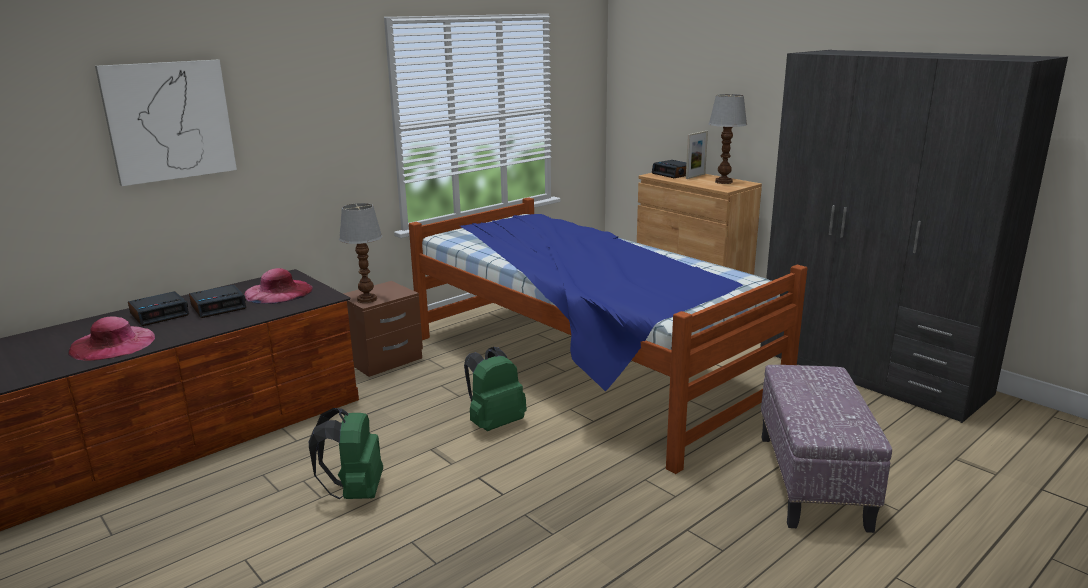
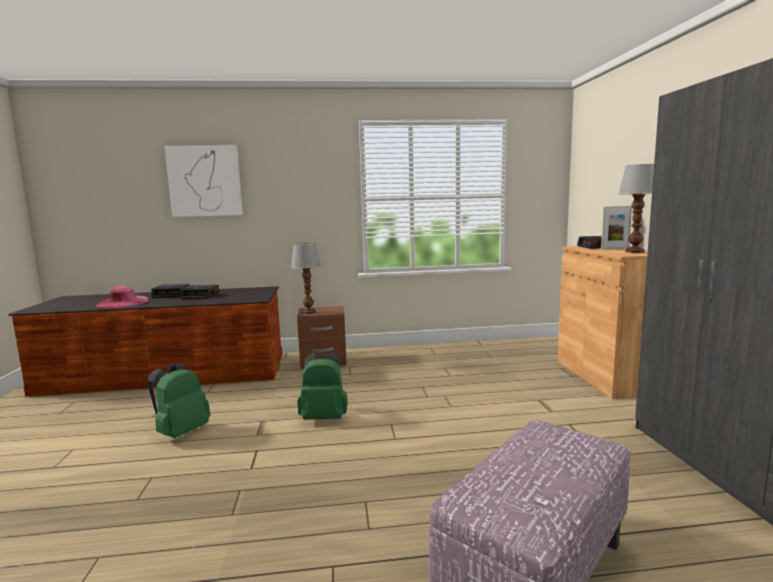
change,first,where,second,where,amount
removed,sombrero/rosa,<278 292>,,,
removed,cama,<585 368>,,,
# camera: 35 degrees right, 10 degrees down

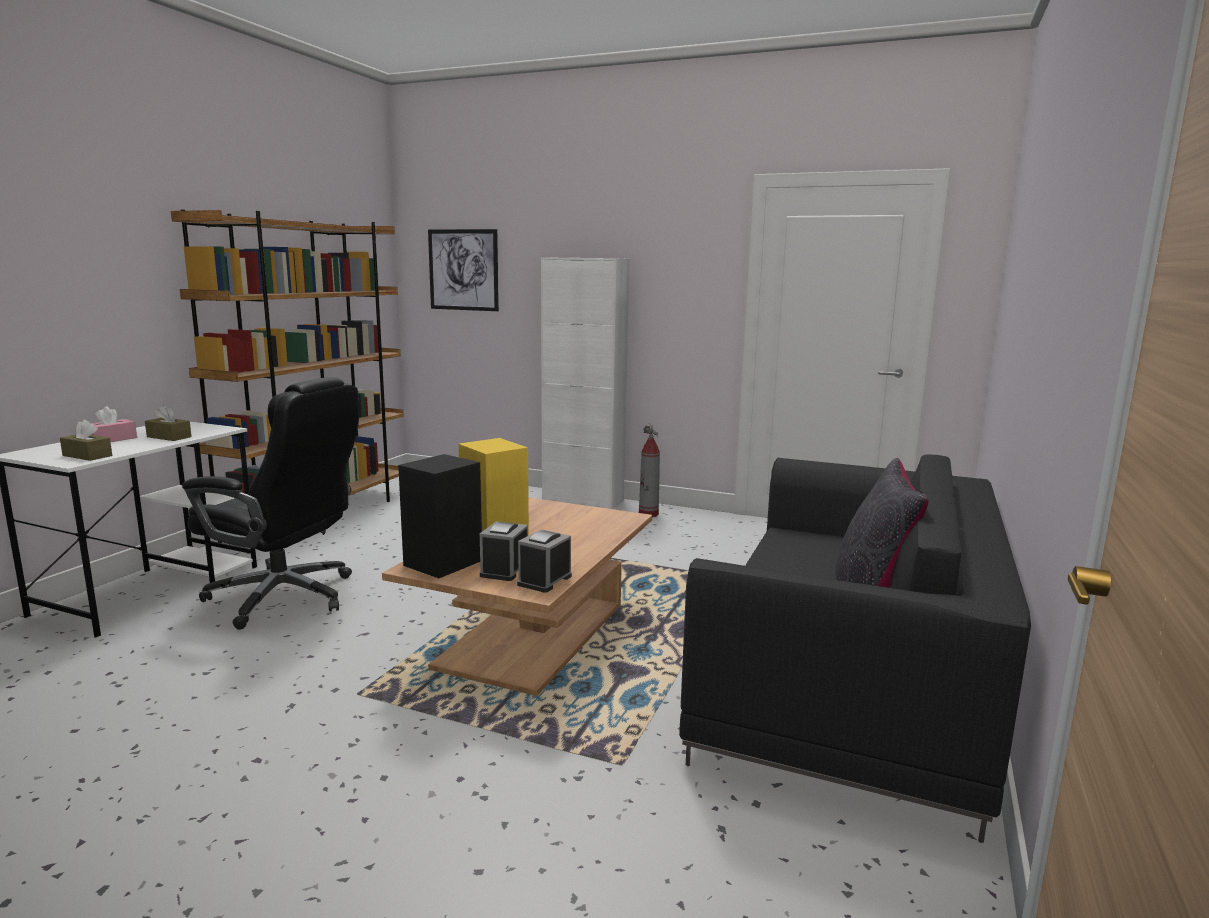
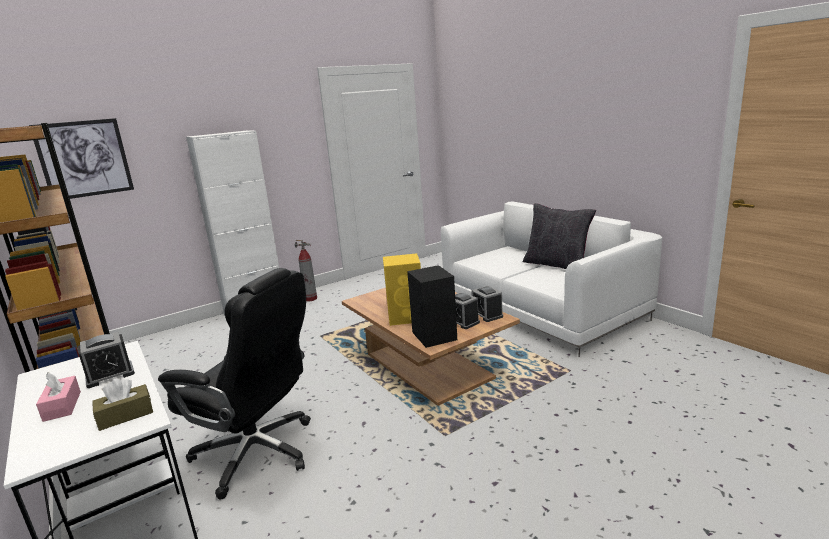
change,first,where,second,where,amount
replaced,caja de pañuelos/marrón,<169 437>,despertador,<110 375>,
turned,silla de oficina/negro,<285 597>,,<257 453>,60 degrees clockwise
recoloured,sofá/negro,<850 683>,sofá/blanco,<541 308>,
# camera: 55 degrees left, 5 degrees up

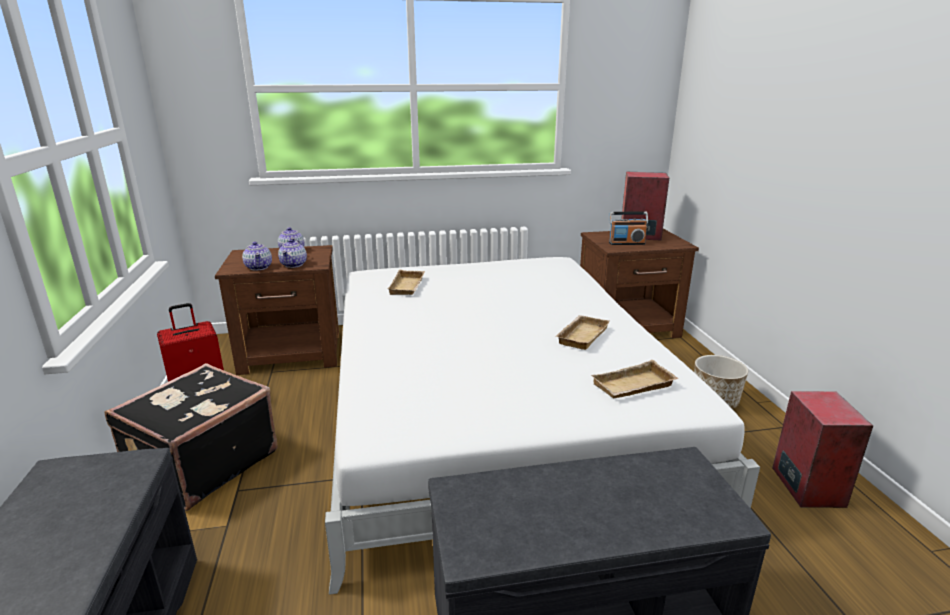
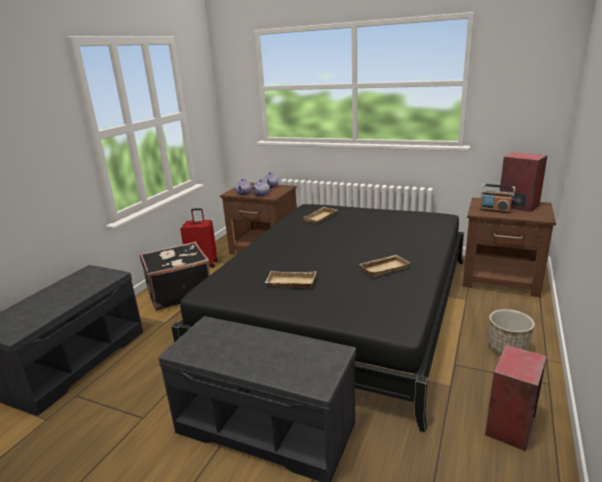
change,first,where,second,where,amount
recoloured,cama/blanco,<493 407>,cama/negro,<342 306>,
moved,bandeja/beis,<633 387>,,<290 283>,
# camera: 35 degrees right, 0 degrees up

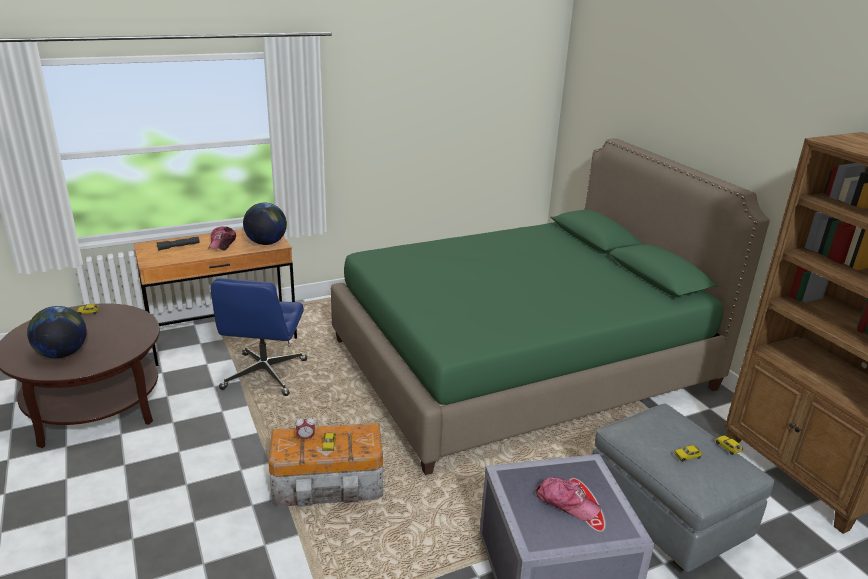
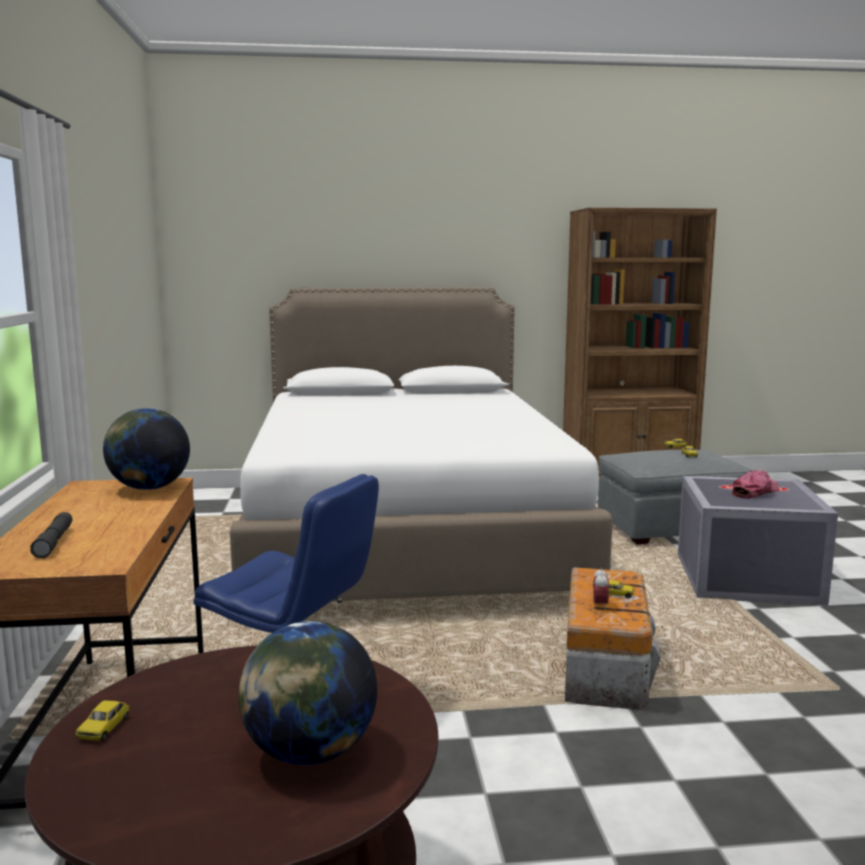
change,first,where,second,where,amount
removed,gorra,<222 243>,,,
recoloured,cama/verde,<520 364>,cama/blanco,<406 536>,
# camera: 70 degrees left, 15 degrees down

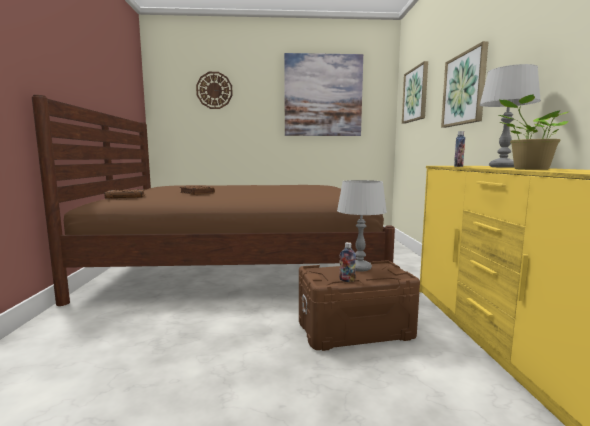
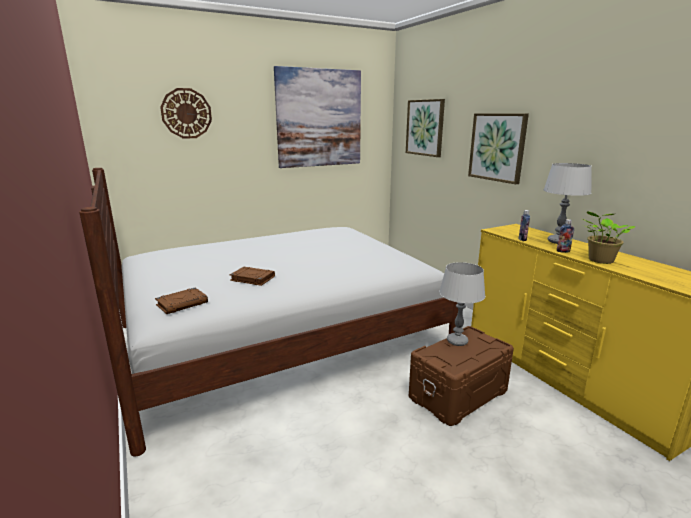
change,first,where,second,where,amount
recoloured,cama/marrón,<241 264>,cama/blanco,<281 337>,
moved,botella,<347 280>,,<563 251>,
# camera: 25 degrees left, 10 degrees up

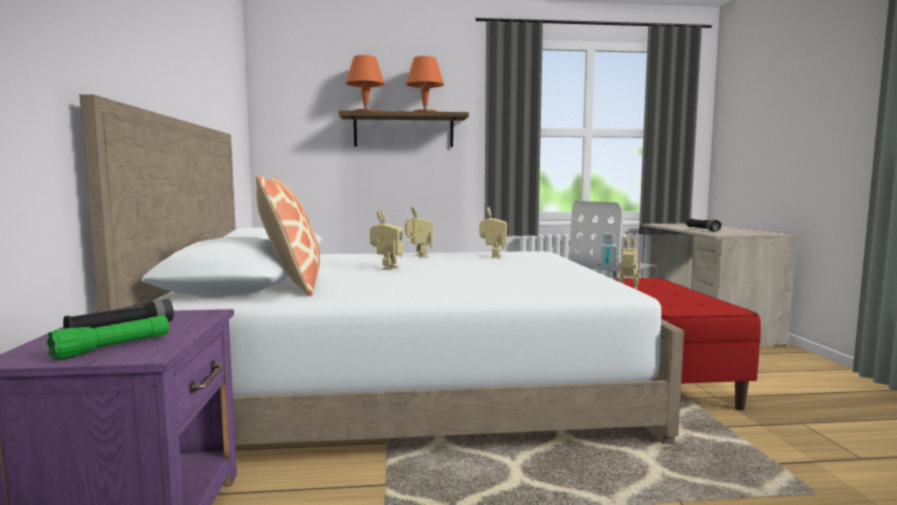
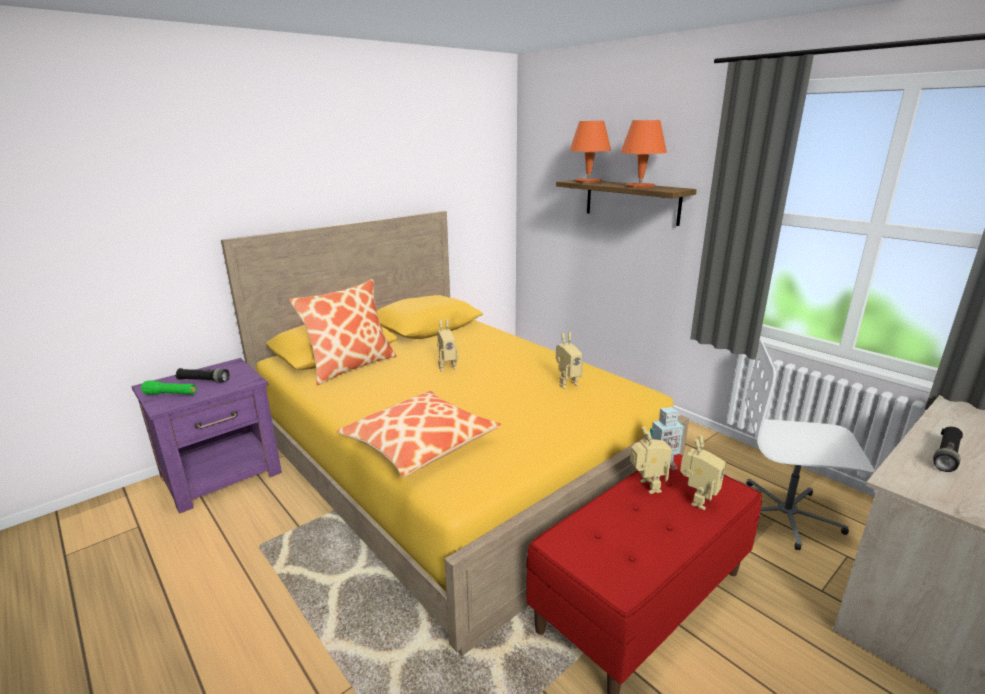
change,first,where,second,where,amount
recoloured,cama/blanco,<403 385>,cama/amarillo,<453 464>,
moved,robot de juguete,<419 256>,,<697 500>,
added,,,cojín,<420 443>,
# camera: 55 degrees right, 15 degrees up

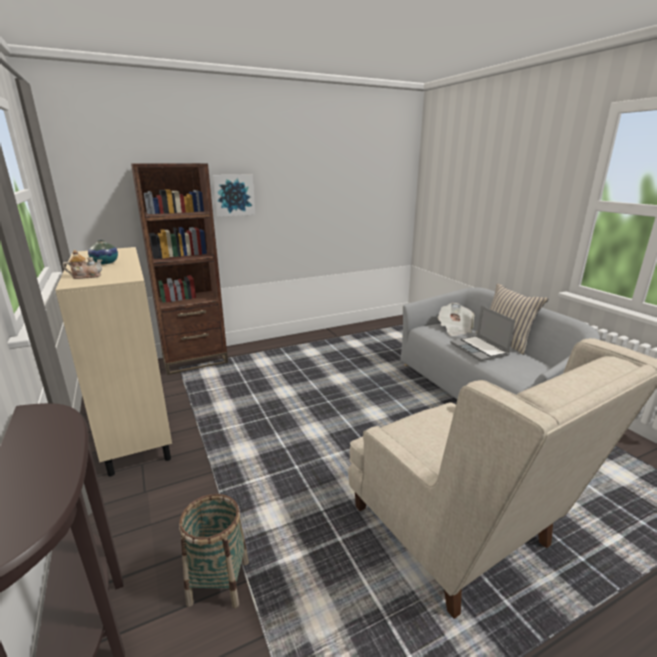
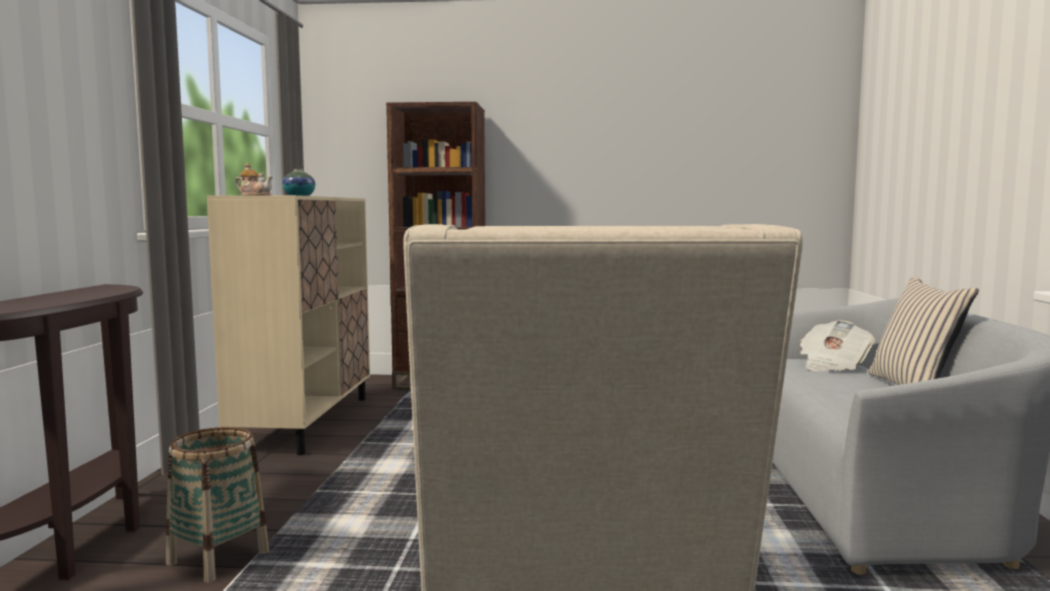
change,first,where,second,where,amount
removed,cuadro,<233 195>,,,
removed,portátil,<480 349>,,,
# camera: 30 degrees right, 15 degrees down

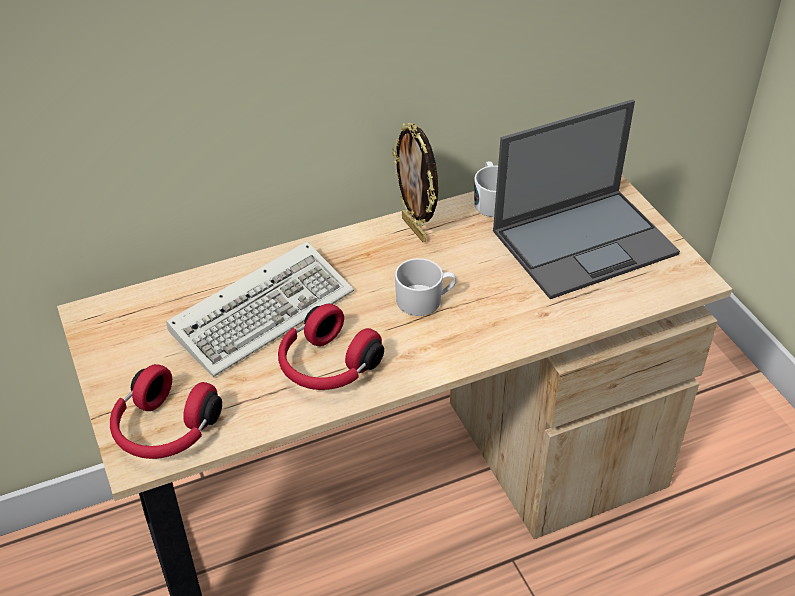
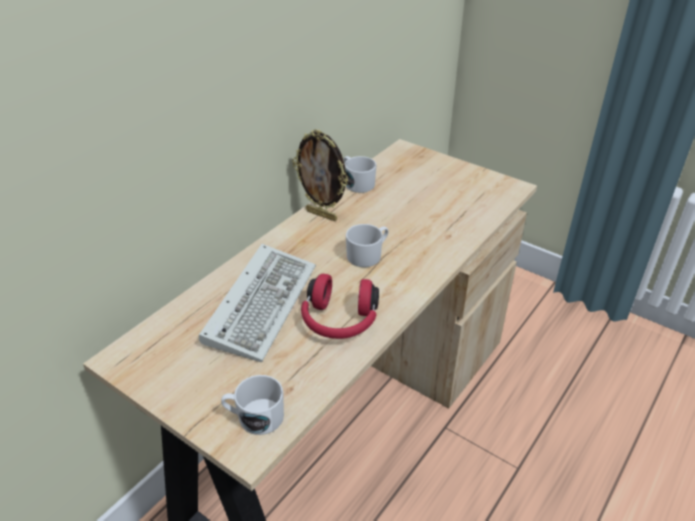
change,first,where,second,where,amount
replaced,auriculares/rojo,<164 431>,taza grande/blanco,<255 417>,
removed,portátil,<585 241>,,,
# camera: 30 degrees left, 5 degrees down

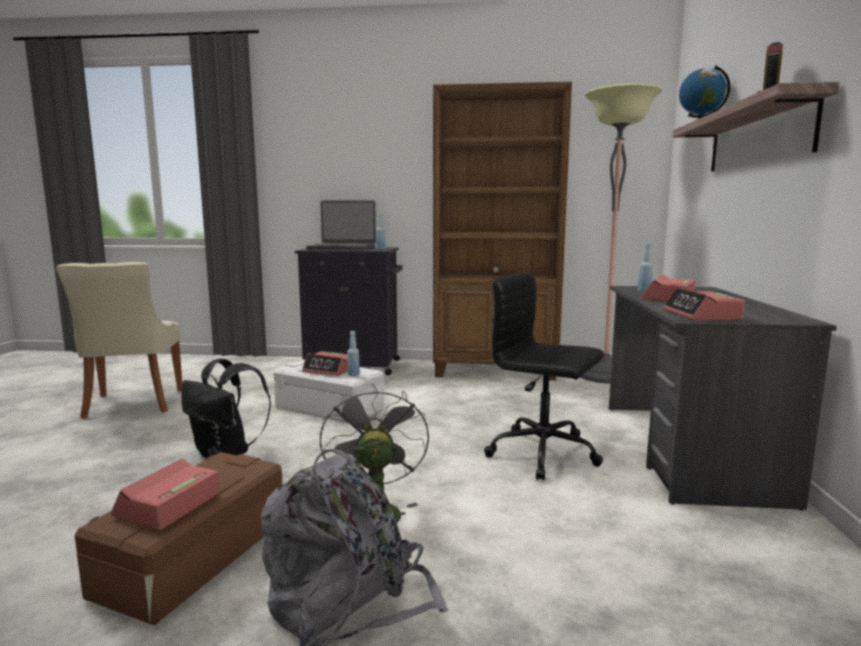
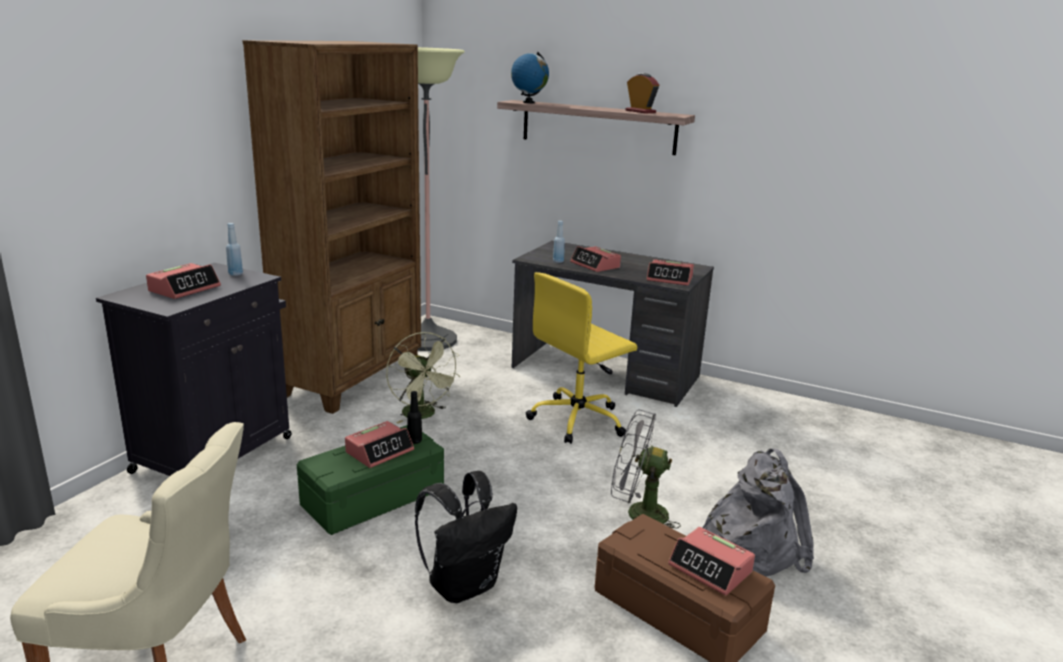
change,first,where,second,where,amount
recoloured,caja de almacenaje/blanco,<330 408>,caja de almacenaje/verde,<373 497>,
replaced,portátil,<342 248>,despertador,<185 289>,
recoloured,botella/azul,<353 375>,botella/negro,<414 441>,
recoloured,silla de oficina/negro,<545 453>,silla de oficina/amarillo,<578 420>,
added,,,ventilador/verde,<423 415>,
# camera: 70 degrees left, 10 degrees up

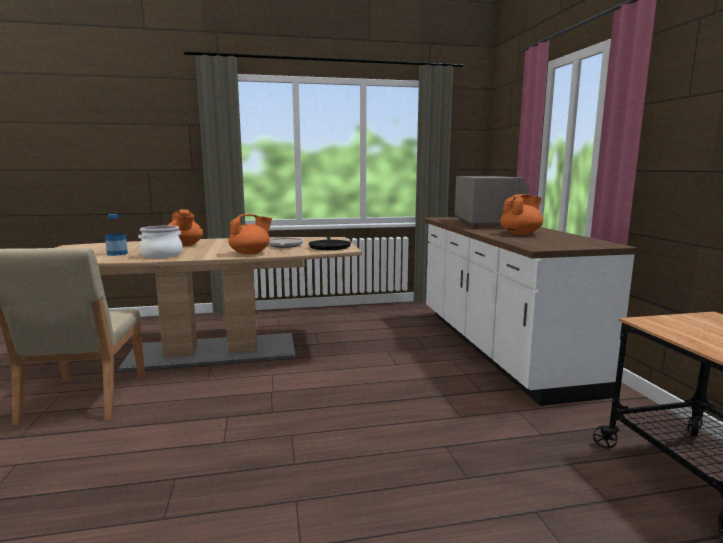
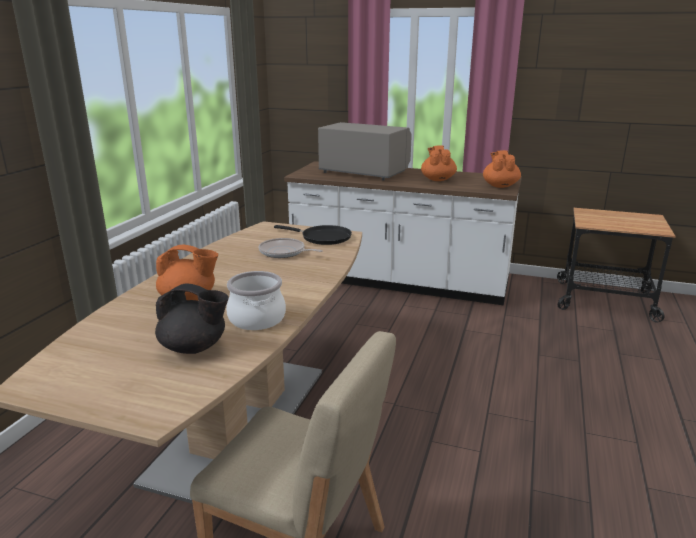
change,first,where,second,where,amount
replaced,botella,<117 254>,tetera/negro,<194 347>,
moved,tetera/naranja,<250 253>,,<500 186>,
# camera: 60 degrees left, 10 degrees up

